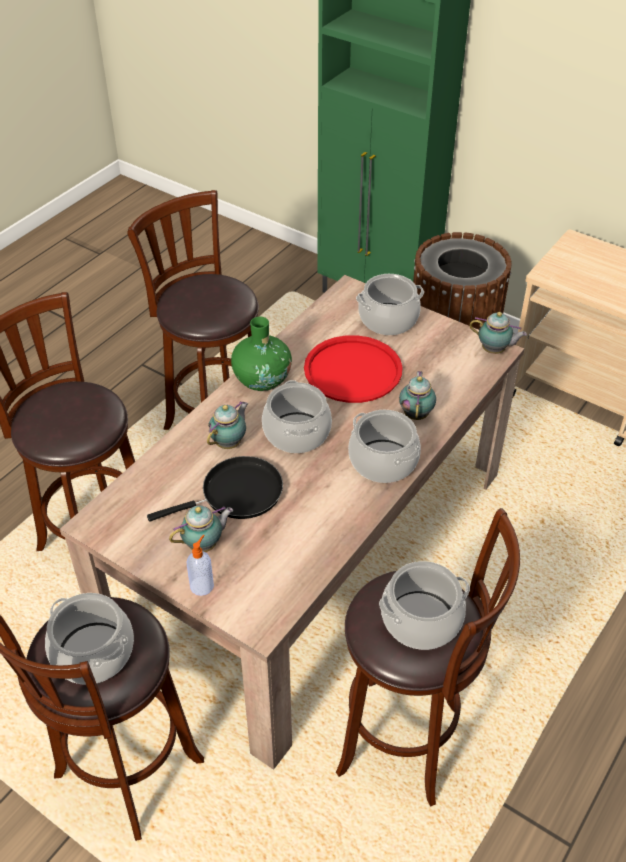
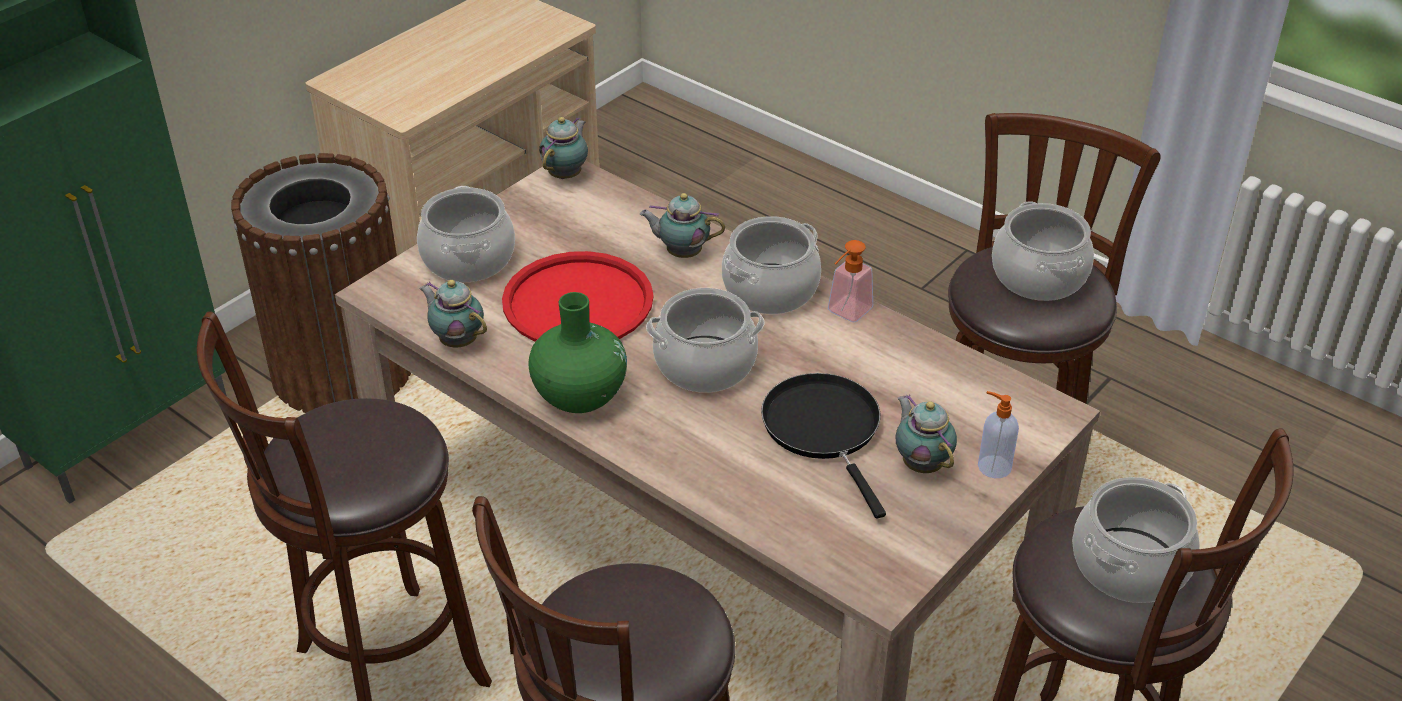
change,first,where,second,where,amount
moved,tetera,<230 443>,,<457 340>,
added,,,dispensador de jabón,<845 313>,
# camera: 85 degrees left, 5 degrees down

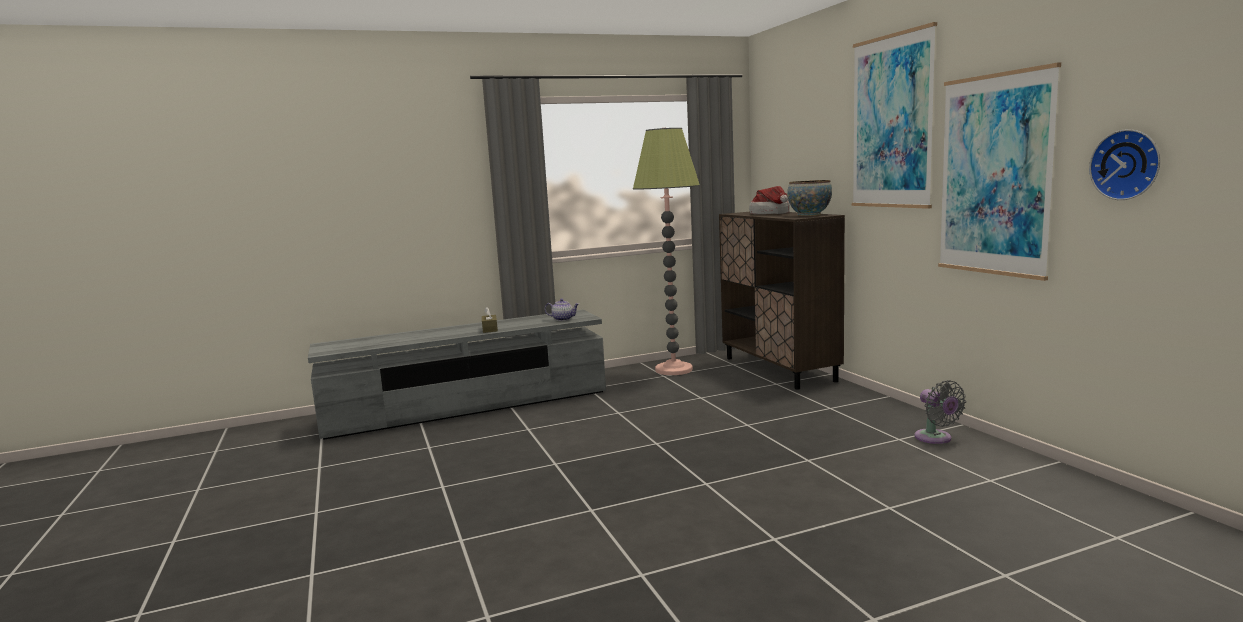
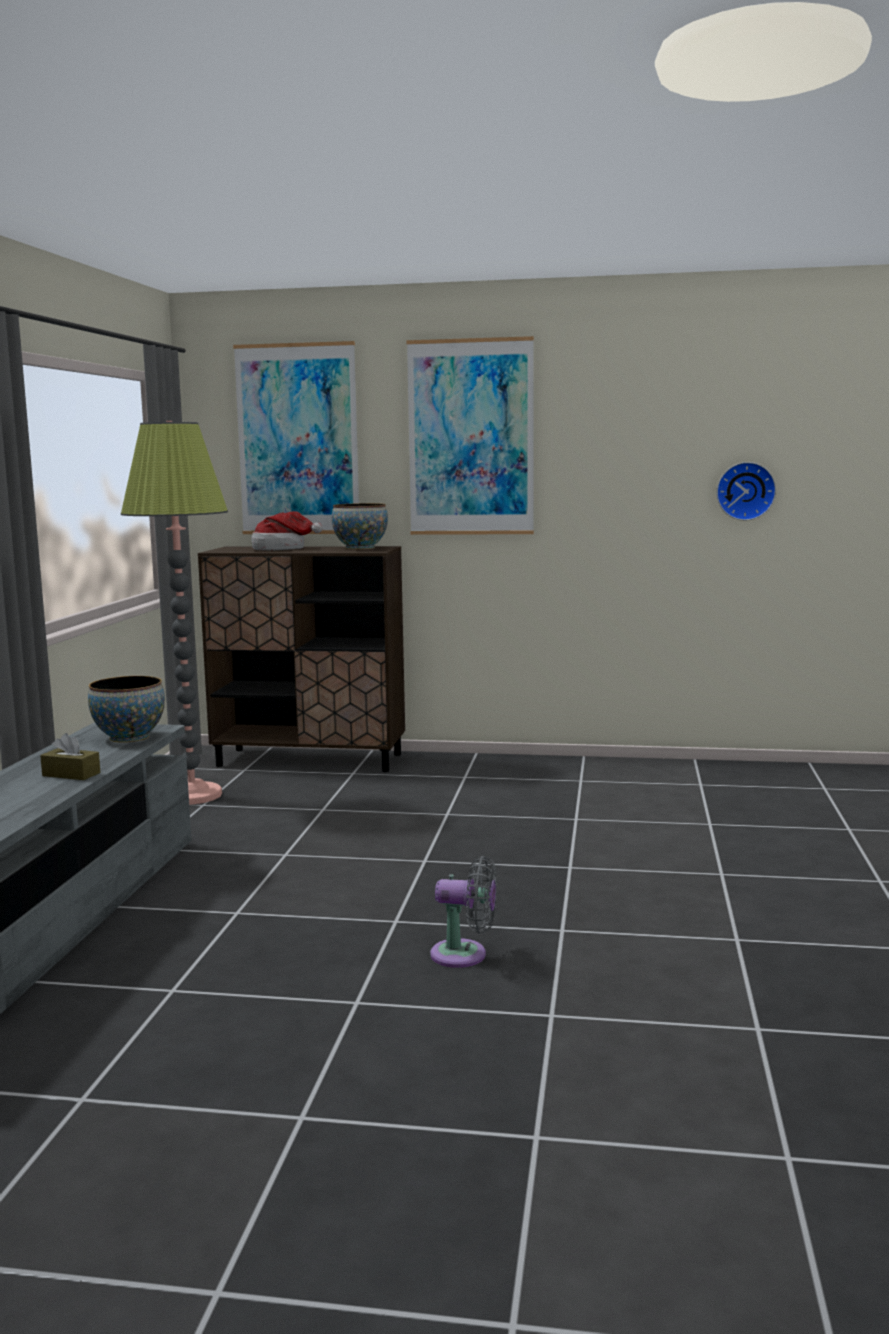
change,first,where,second,where,amount
replaced,tetera,<563 319>,cuenco,<129 737>,
moved,ventilador/gris,<935 438>,,<465 955>,
moved,cuadro,<995 175>,,<298 440>,
# camera: 60 degrees left, 0 degrees up

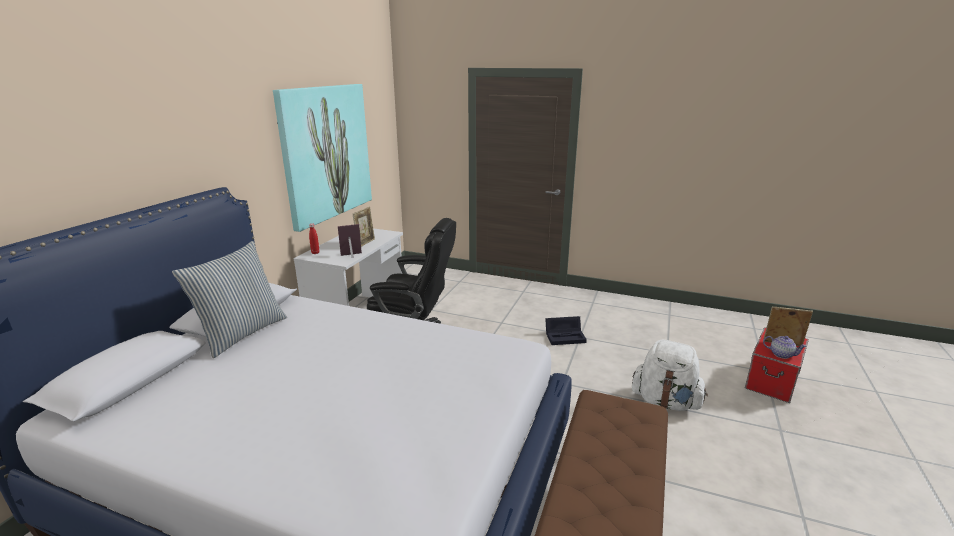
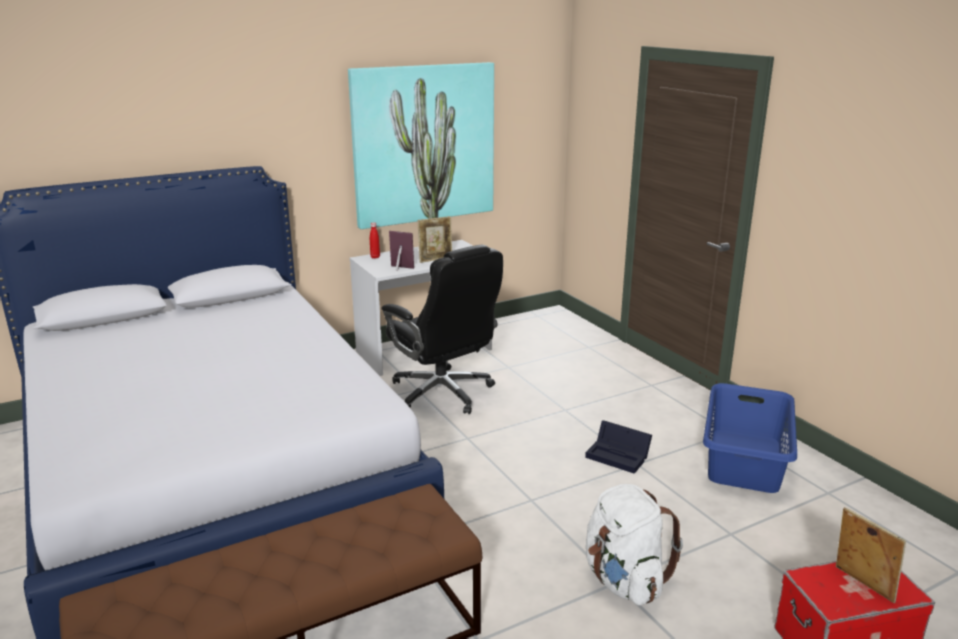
change,first,where,second,where,amount
removed,cojín,<242 333>,,,
removed,tetera,<781 354>,,,
added,,,cesto de la ropa/azul,<745 460>,
# camera: 40 degrees right, 0 degrees up

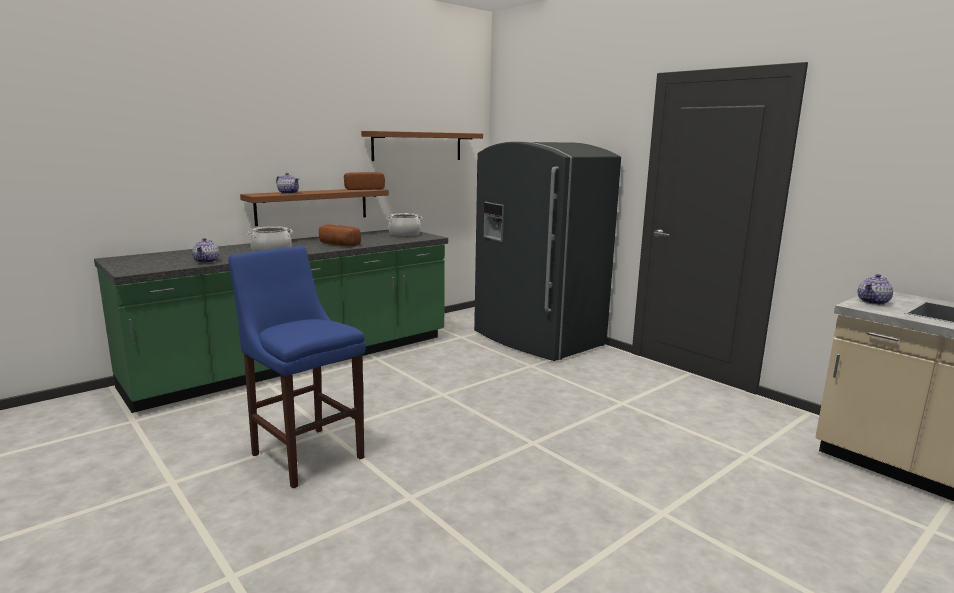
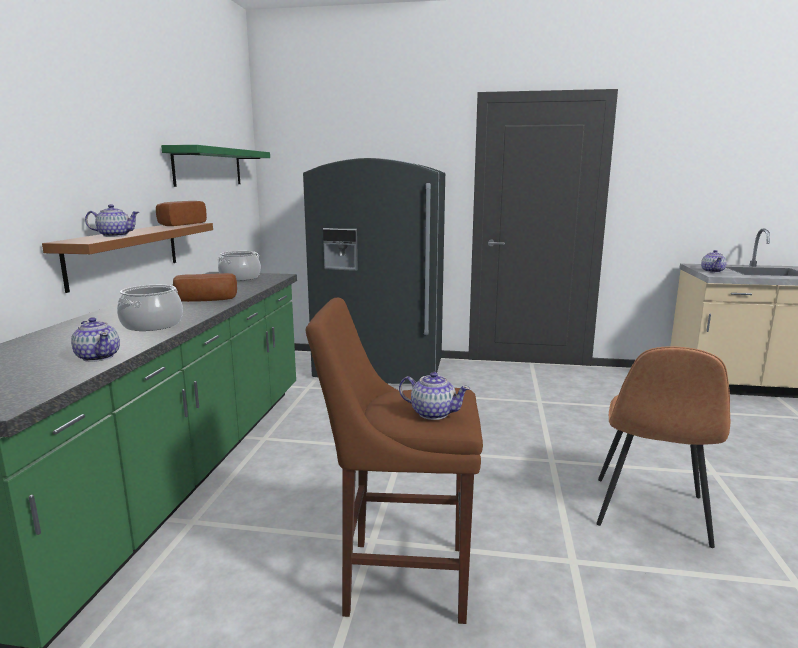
change,first,where,second,where,amount
recoloured,taburete/azul,<305 453>,taburete/marrón,<398 577>,
recoloured,estante/marrón,<417 146>,estante/verde,<208 167>,
added,,,tetera,<433 413>,
added,,,silla/marrón,<650 512>,
# camera: 40 degrees left, 0 degrees up

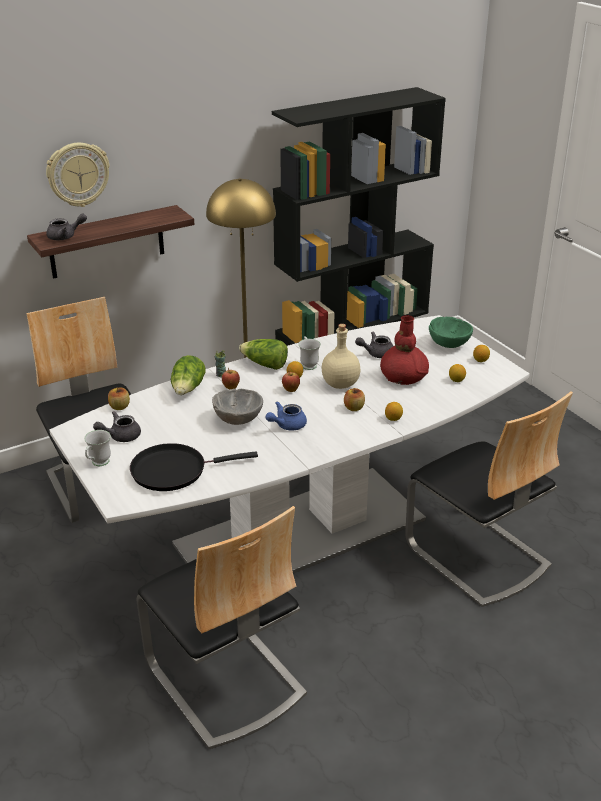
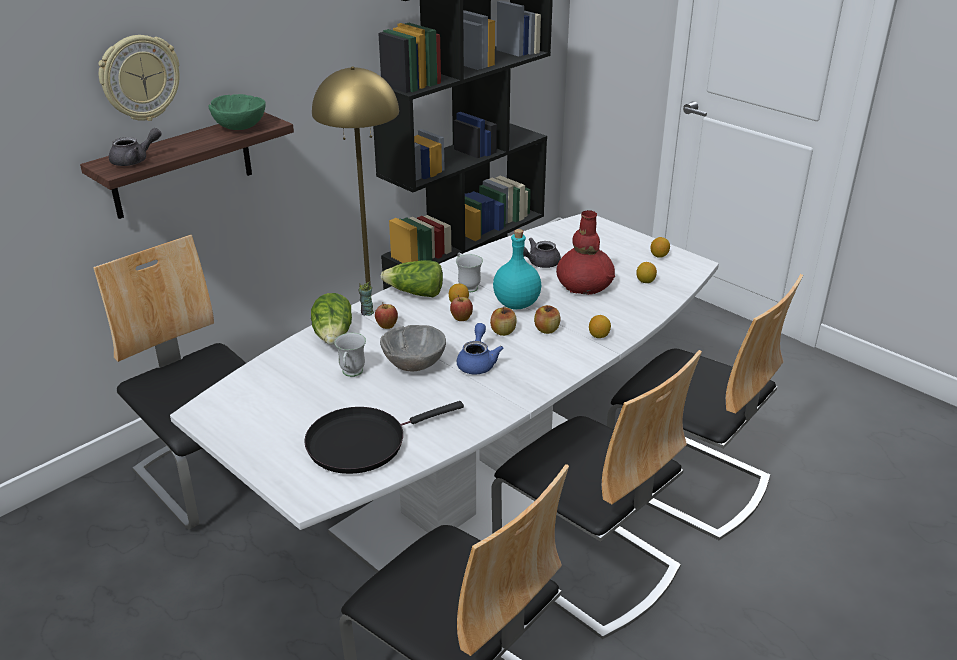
change,first,where,second,where,amount
moved,taza grande/blanco,<98 464>,,<351 374>,
removed,tetera/gris,<120 436>,,,
moved,manzana,<119 407>,,<503 331>,
turned,tetera/azul,<286 425>,,<477 362>,150 degrees clockwise
recoloured,botella/beis,<340 384>,botella/turquesa,<516 304>,
moved,cuenco/verde,<448 344>,,<239 127>,
added,,,silla,<586 564>,
# camera: 15 degrees left, 0 degrees up

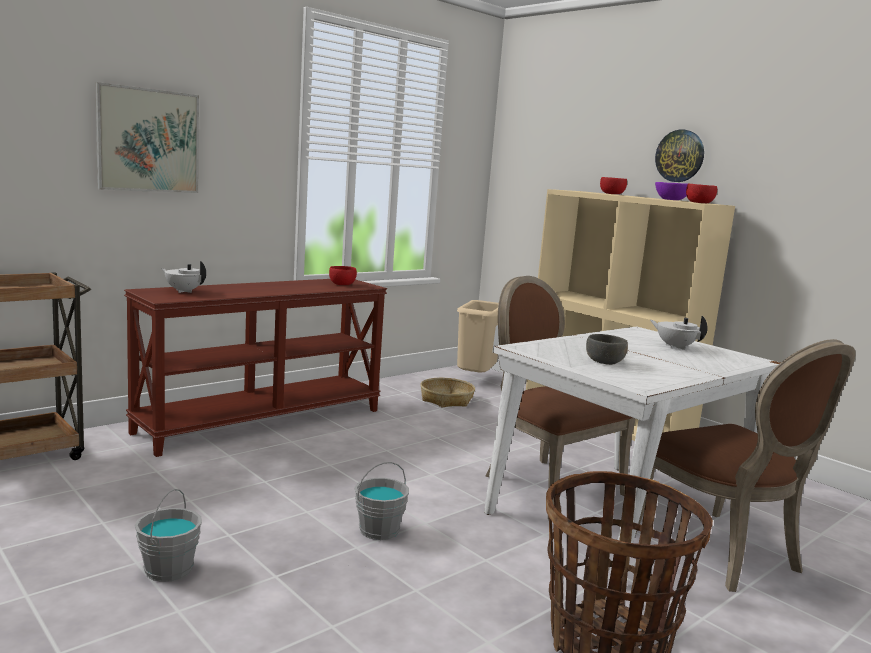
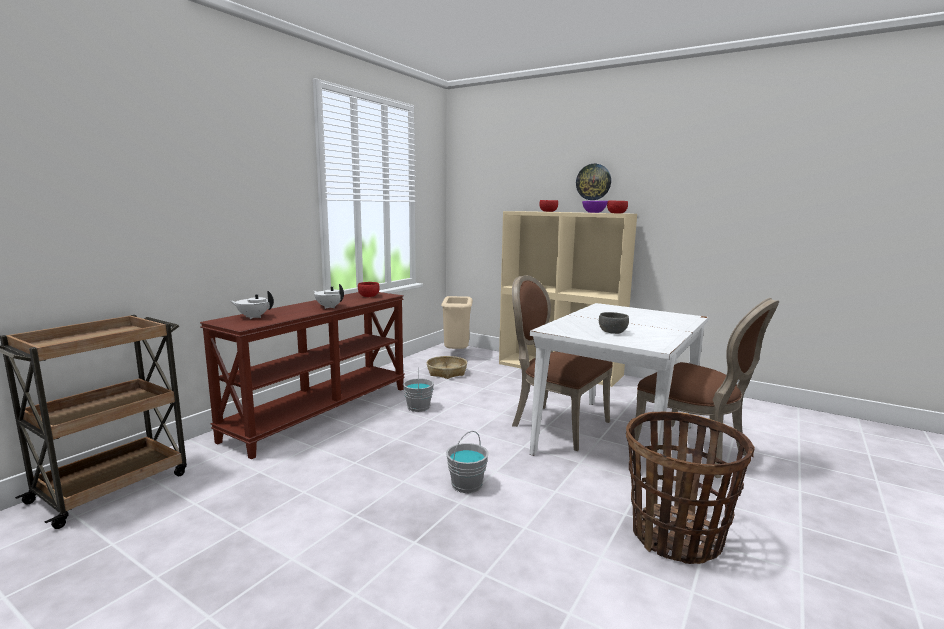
change,first,where,second,where,amount
removed,cuadro,<148 140>,,,
moved,cubo/gris,<168 569>,,<418 407>,
moved,tetera/blanco,<675 347>,,<329 307>,
# camera: 15 degrees left, 0 degrees up

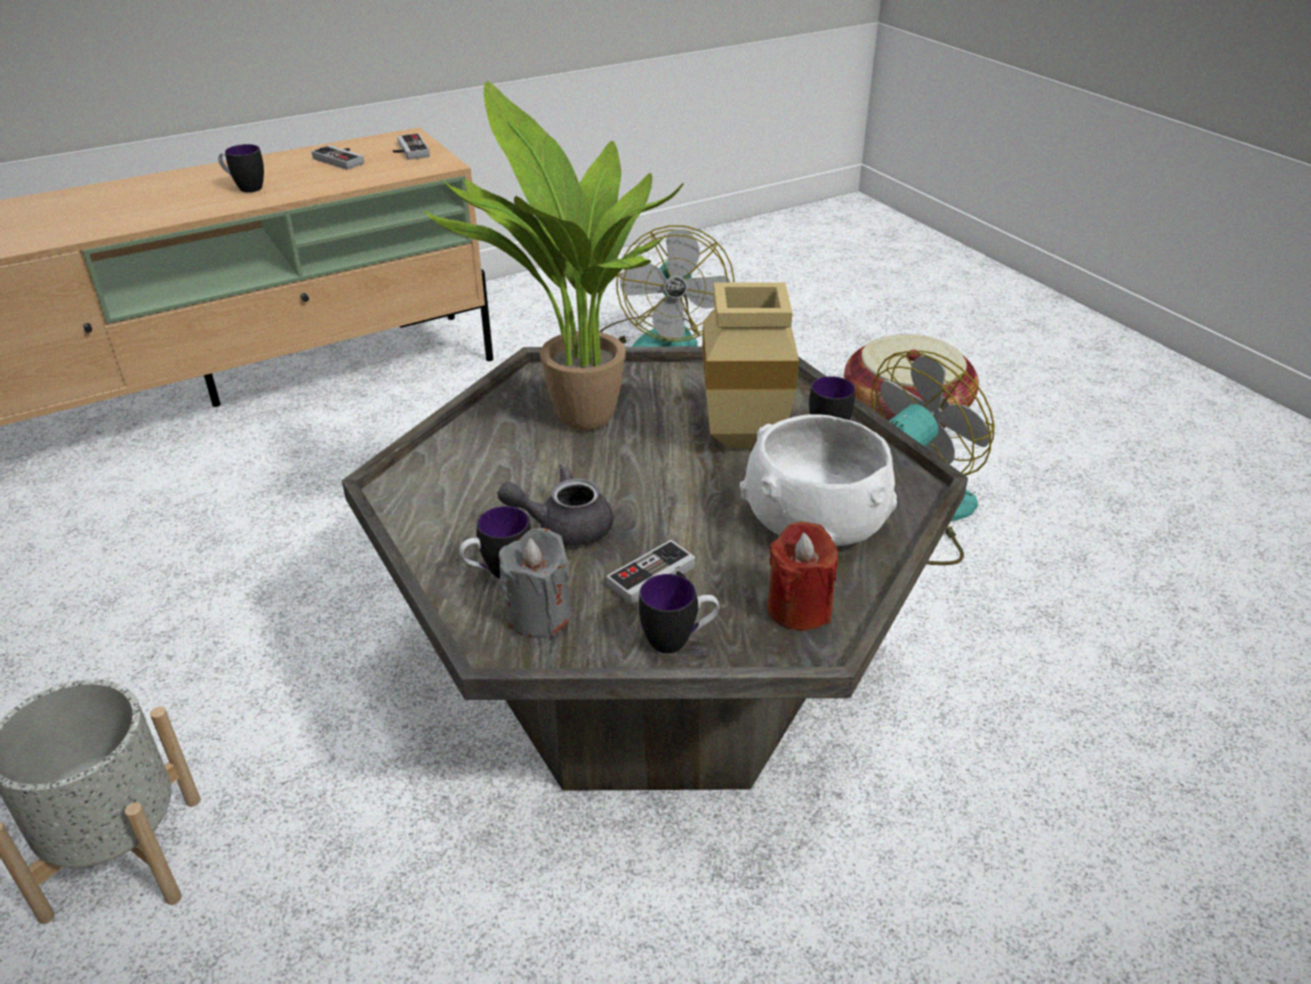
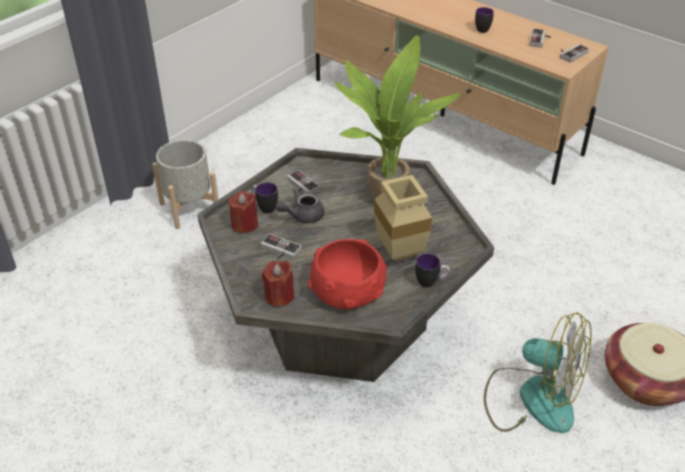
change,first,where,second,where,amount
turned,tetera/gris,<564 526>,,<302 215>,90 degrees counterclockwise
recoloured,vela/gris,<539 615>,vela/rojo,<244 225>,
removed,ventilador,<661 342>,,,
removed,taza grande,<678 640>,,,
recoloured,cuenco/blanco,<813 517>,cuenco/rojo,<347 289>,
added,,,mando de consola,<300 186>,
# camera: 70 degrees right, 5 degrees up

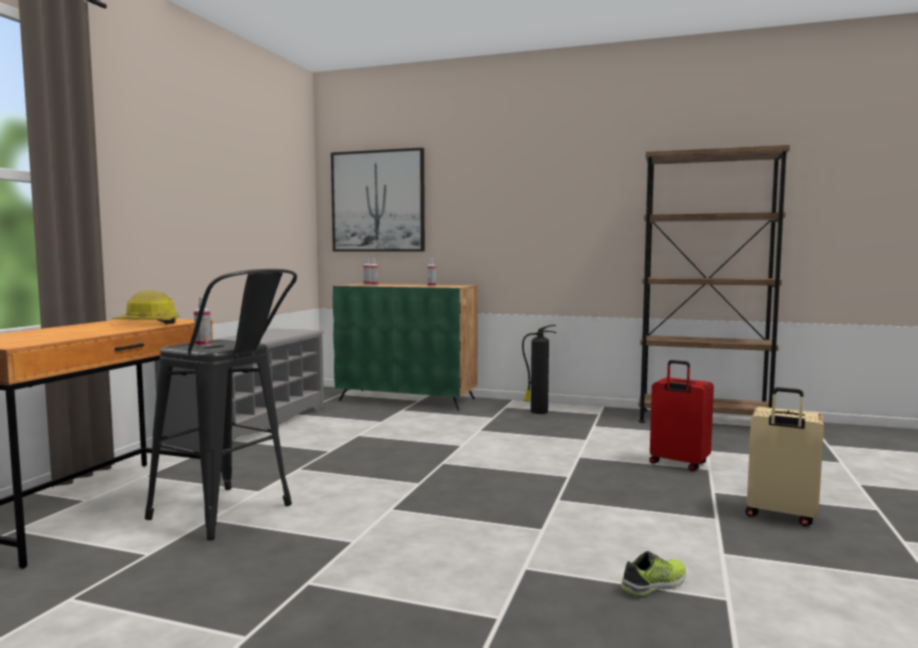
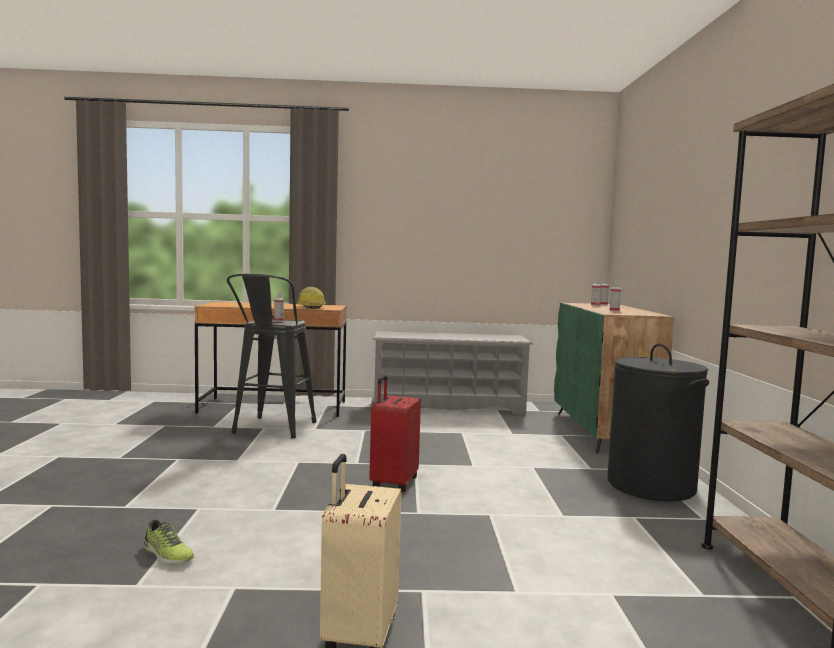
change,first,where,second,where,amount
removed,cuadro,<378 201>,,,
replaced,extintor,<538 412>,cesto de la ropa/negro,<651 485>,
moved,maleta/rojo,<678 464>,,<393 483>,
# camera: 70 degrees right, 0 degrees up

